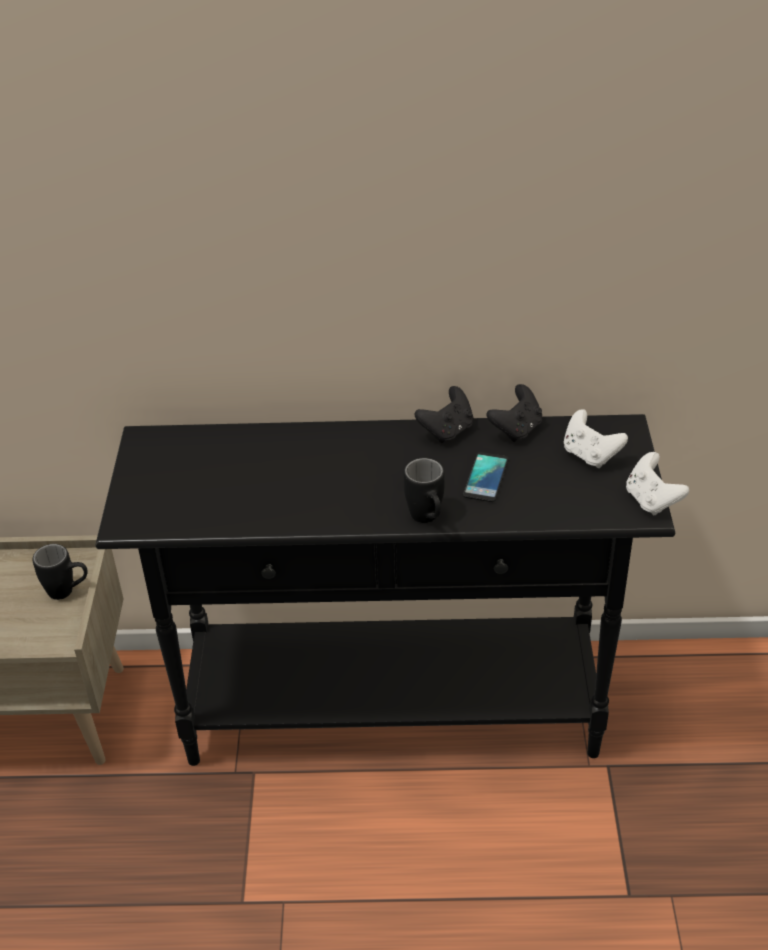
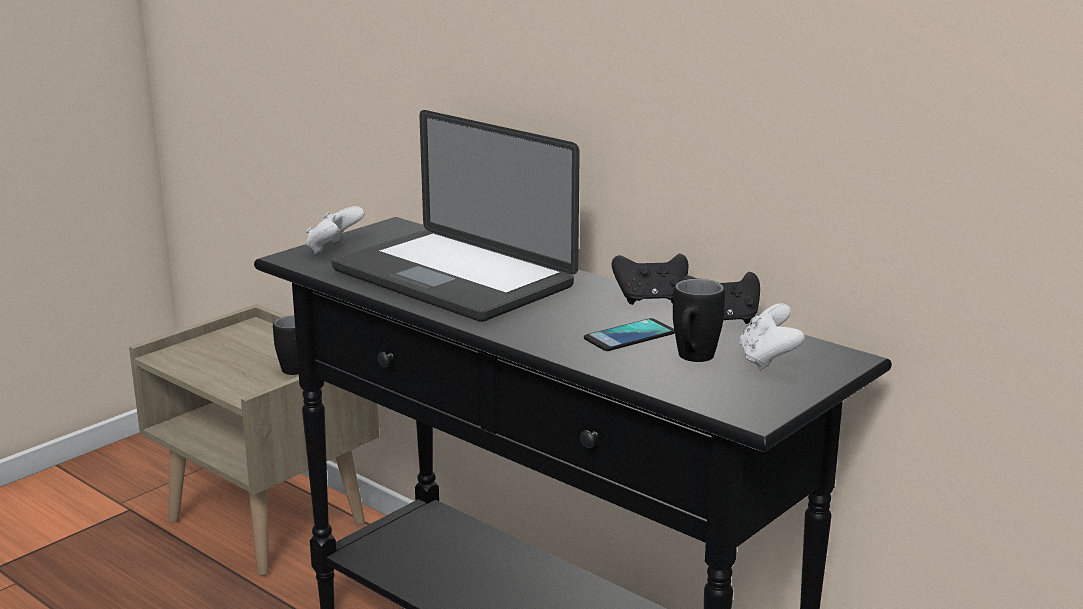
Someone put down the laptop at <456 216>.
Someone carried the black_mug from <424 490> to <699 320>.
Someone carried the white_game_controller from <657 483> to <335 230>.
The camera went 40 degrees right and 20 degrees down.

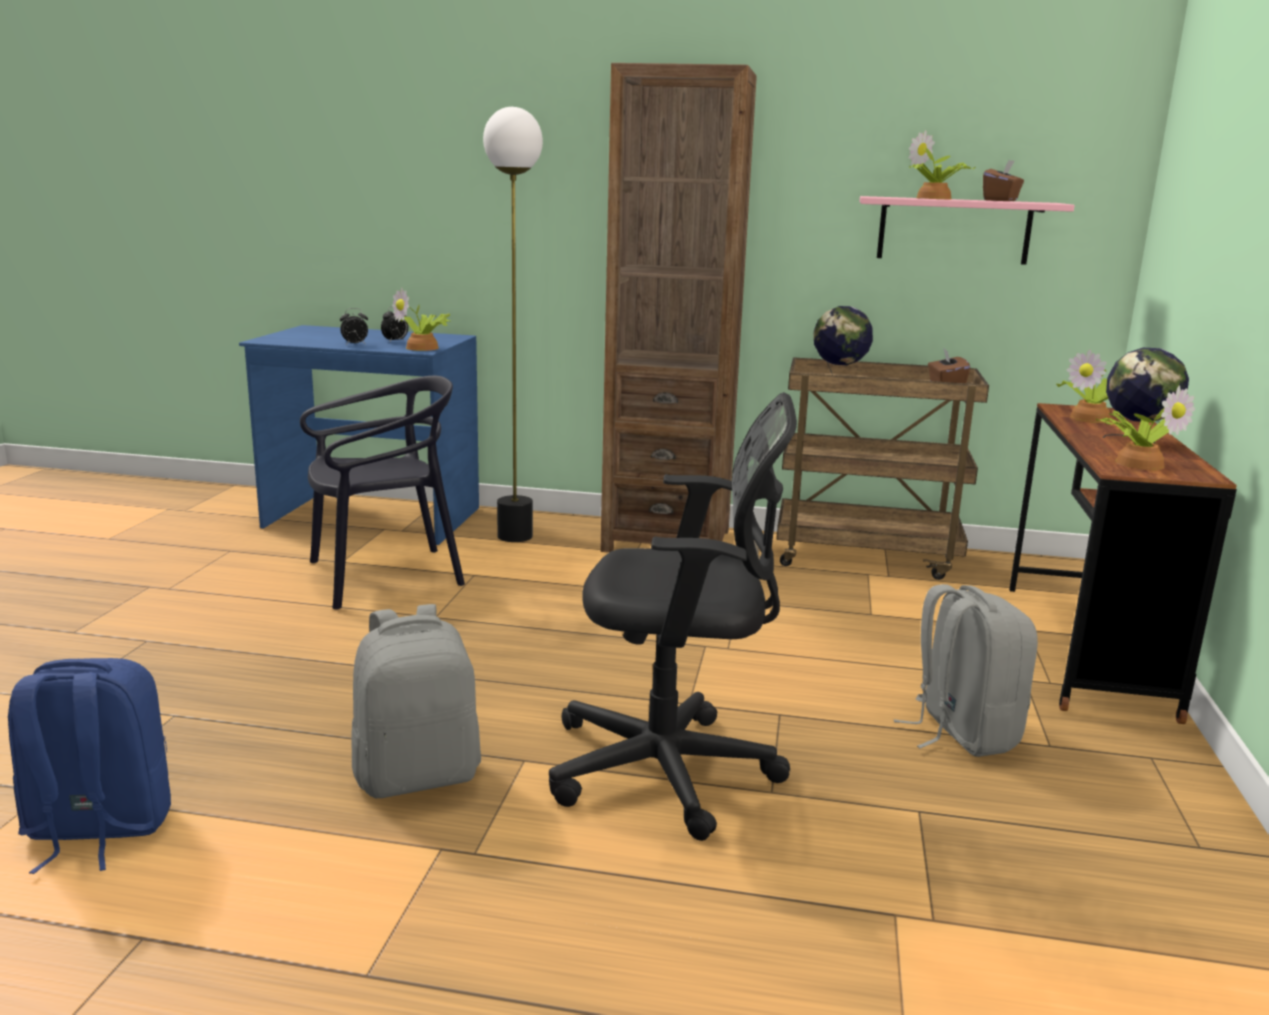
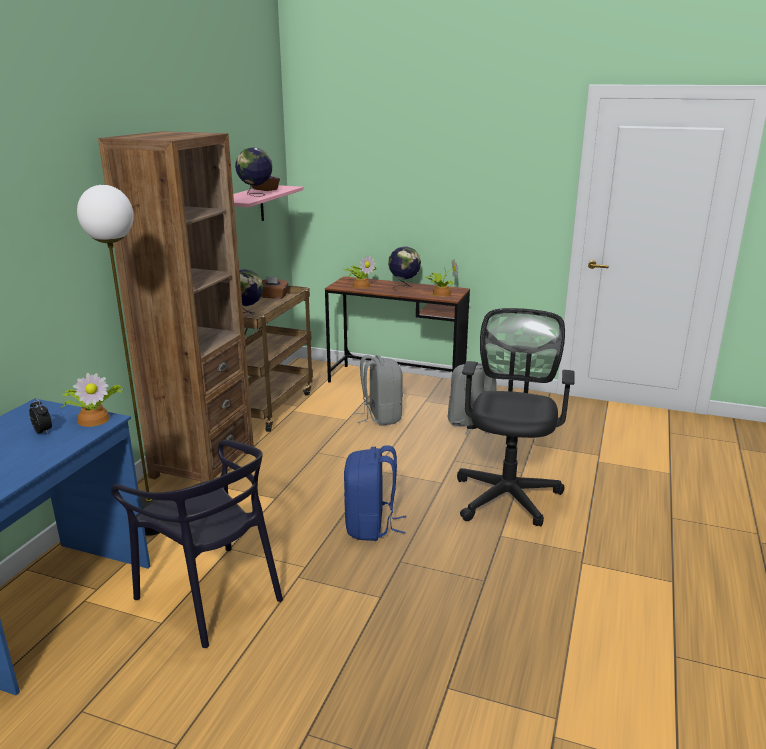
Someone took away the alarm_clock at <354 326>.
Someone carried the blue_backpack from <89 766> to <375 493>.
Someone carried the grey_backpack from <416 701> to <378 390>.
Someone swapped the potted_plant at <941 164> for the globe at <253 172>.
Someone rotated the black_chair at <382 493> by 150 degrees clockwise.
The camera went 80 degrees left and 5 degrees up.

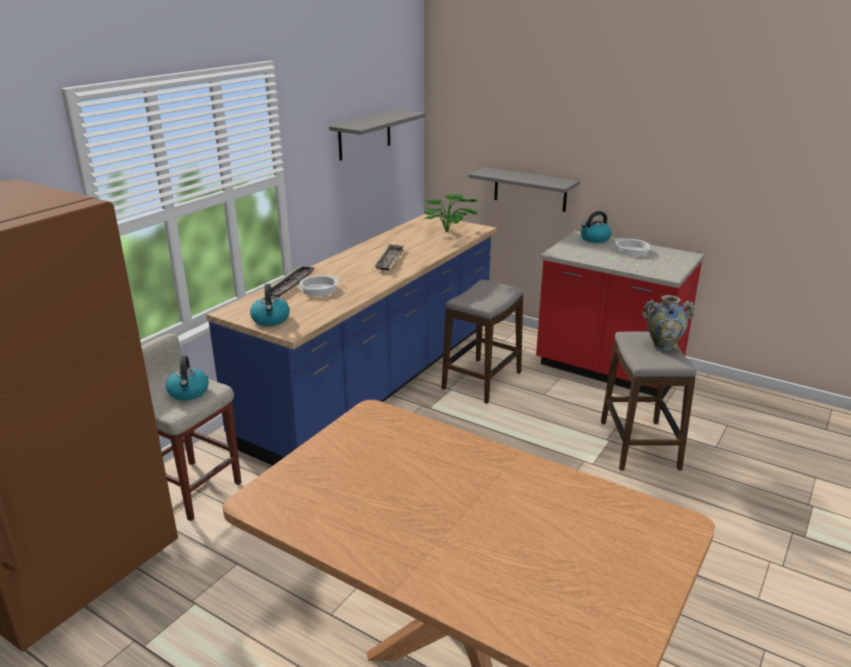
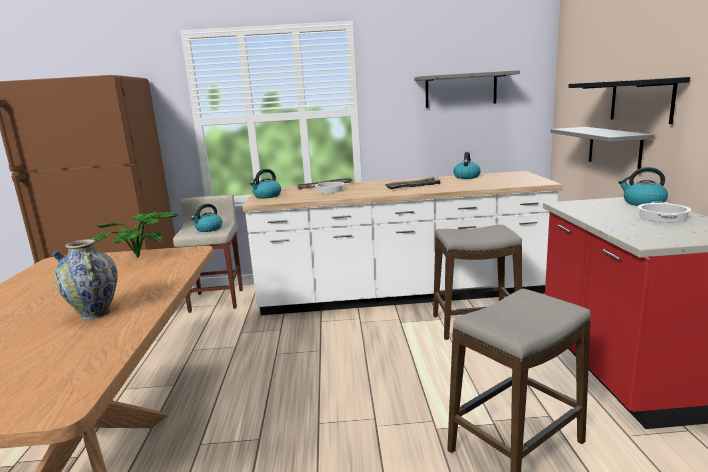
Someone put down the kettle at <467 165>.
Someone put up the black_shelf at <629 100>.
Someone carried the potted_plant from <451 213> to <135 235>.
Someone carried the vase from <668 323> to <85 280>.
Someone repainted the blue_counter at <352 340>, which became the white_counter at <402 243>.
The camera went 55 degrees right and 10 degrees down.

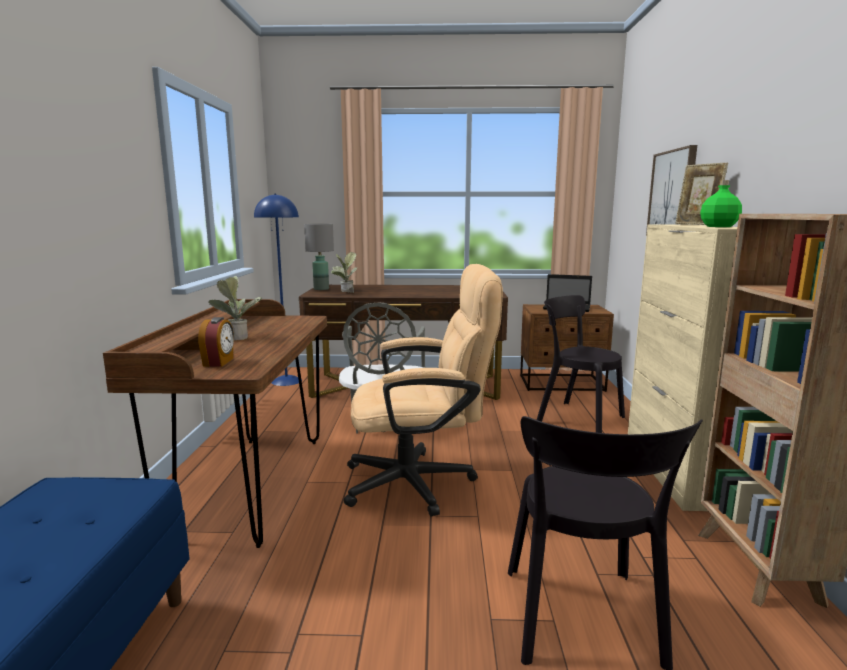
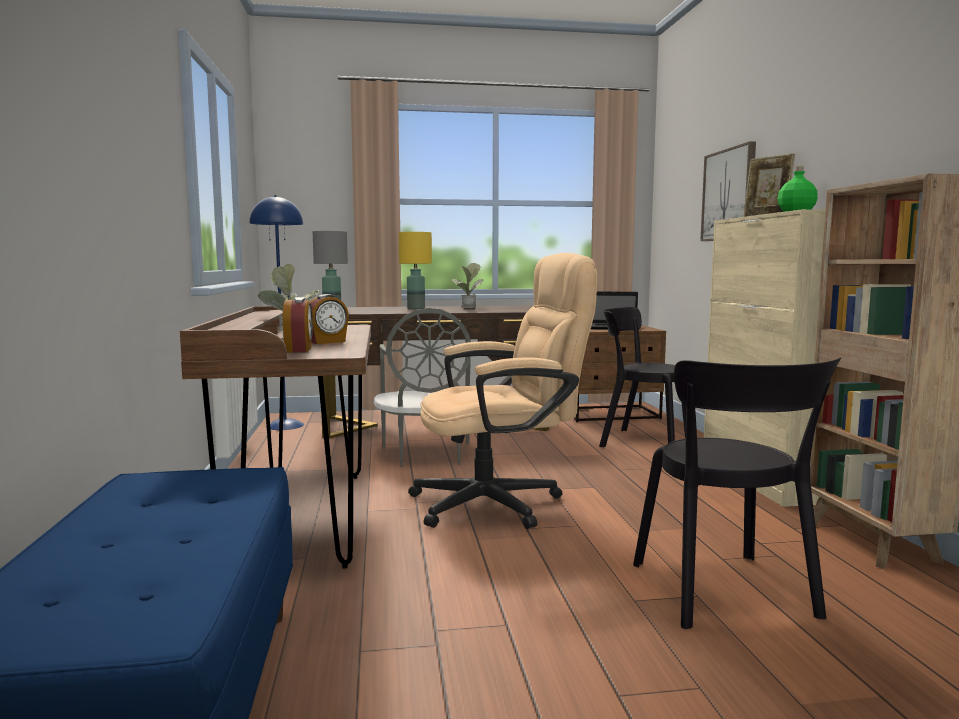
Someone put down the alarm_clock at <329 319>.
Someone put down the yellow_table_lamp at <415 270>.
Someone carried the potted_plant from <344 272> to <467 285>.
The camera went 10 degrees left and 5 degrees down.

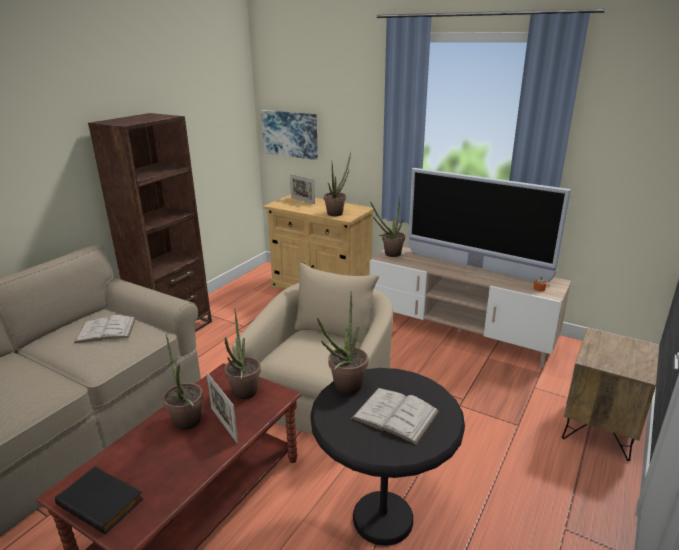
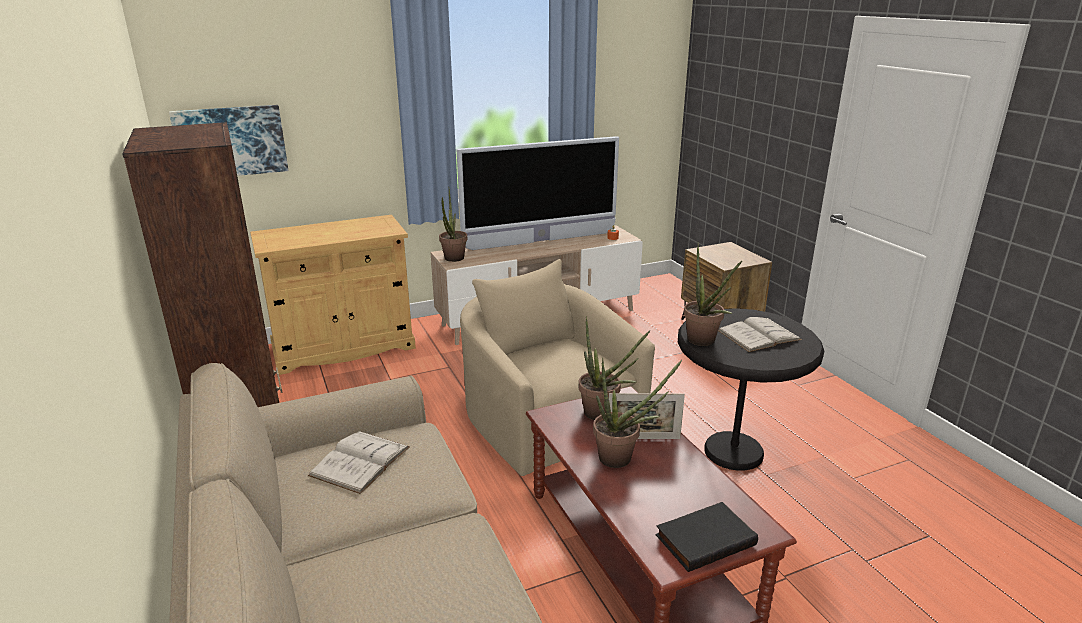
Someone took away the picture_frame at <302 189>.
Someone took away the potted_plant at <337 184>.
The camera went 55 degrees left and 0 degrees up.

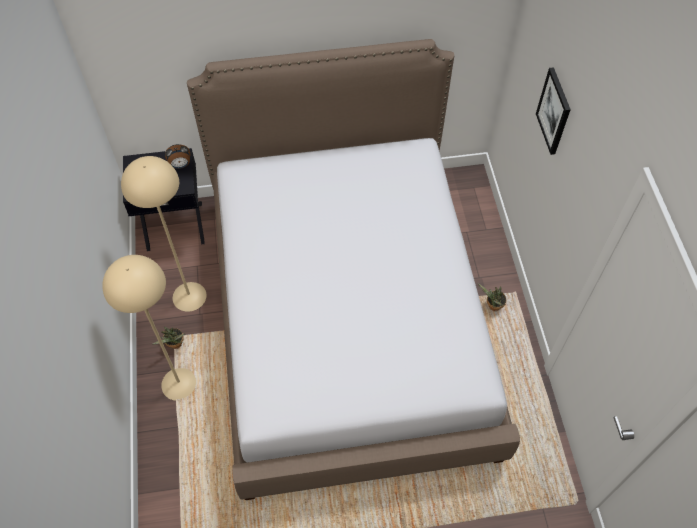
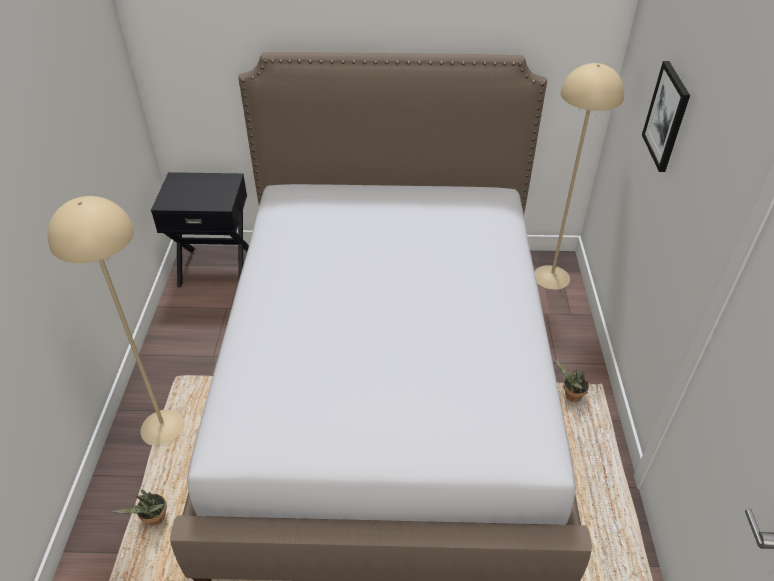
Someone took away the alarm_clock at <177 156>.
Someone carried the beige_floor_lamp from <164 234> to <579 176>.
Someone carried the potted_plant from <169 338> to <139 507>.
The camera went 10 degrees right and 15 degrees down.

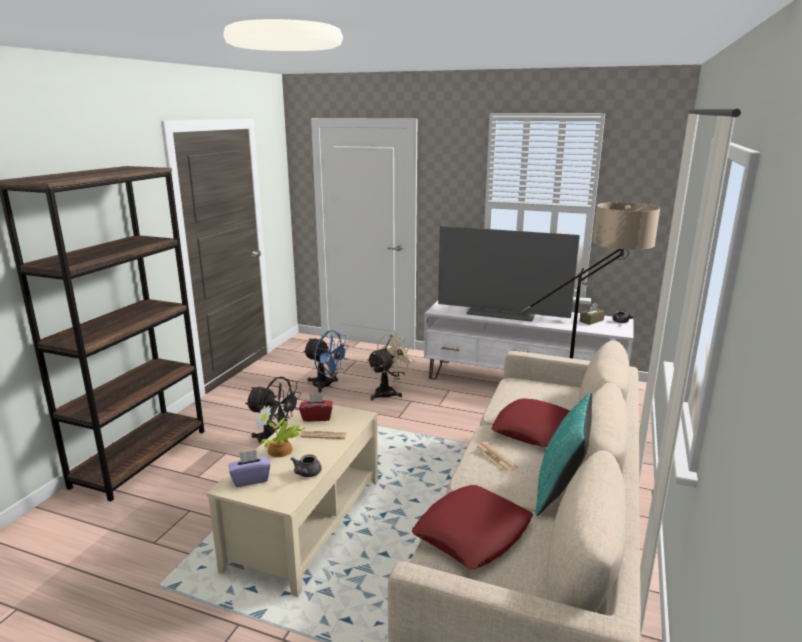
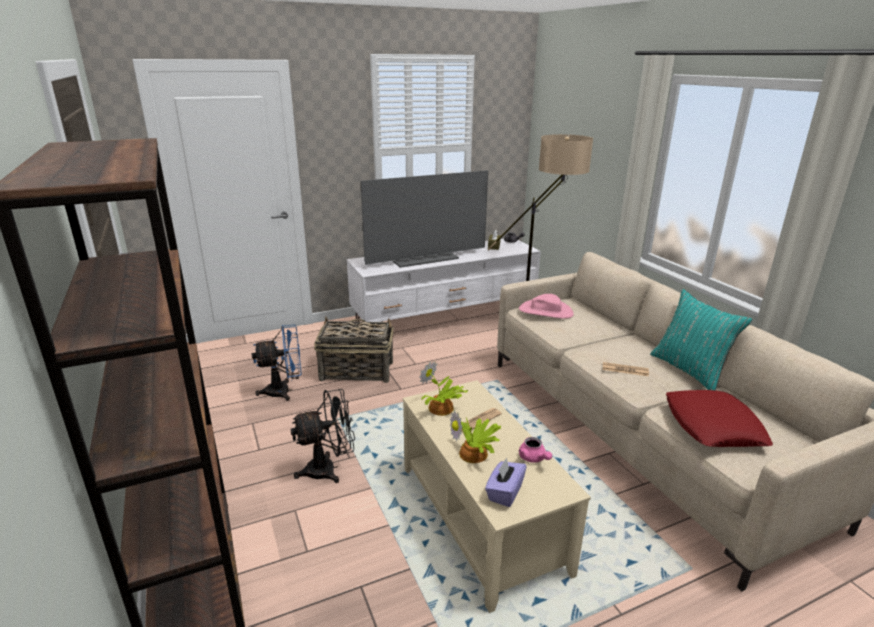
Someone took away the red_pillow at <531 423>.
Someone put down the pink_hat at <546 306>.
Someone swapped the red_tissue_box at <316 407> for the potted_plant at <443 388>.
Someone swapped the beige_fan at <391 366> for the basket at <354 349>.
Someone repainted the grey_teapot at <306 465>, which became the pink_teapot at <535 450>.
The camera went 45 degrees left and 5 degrees up.

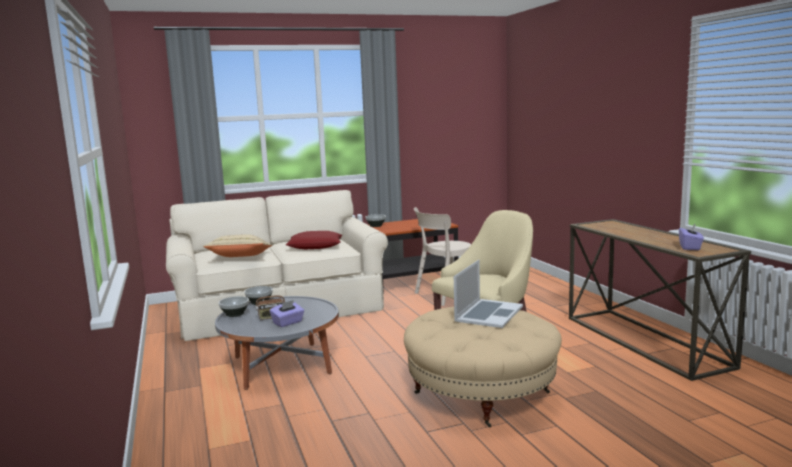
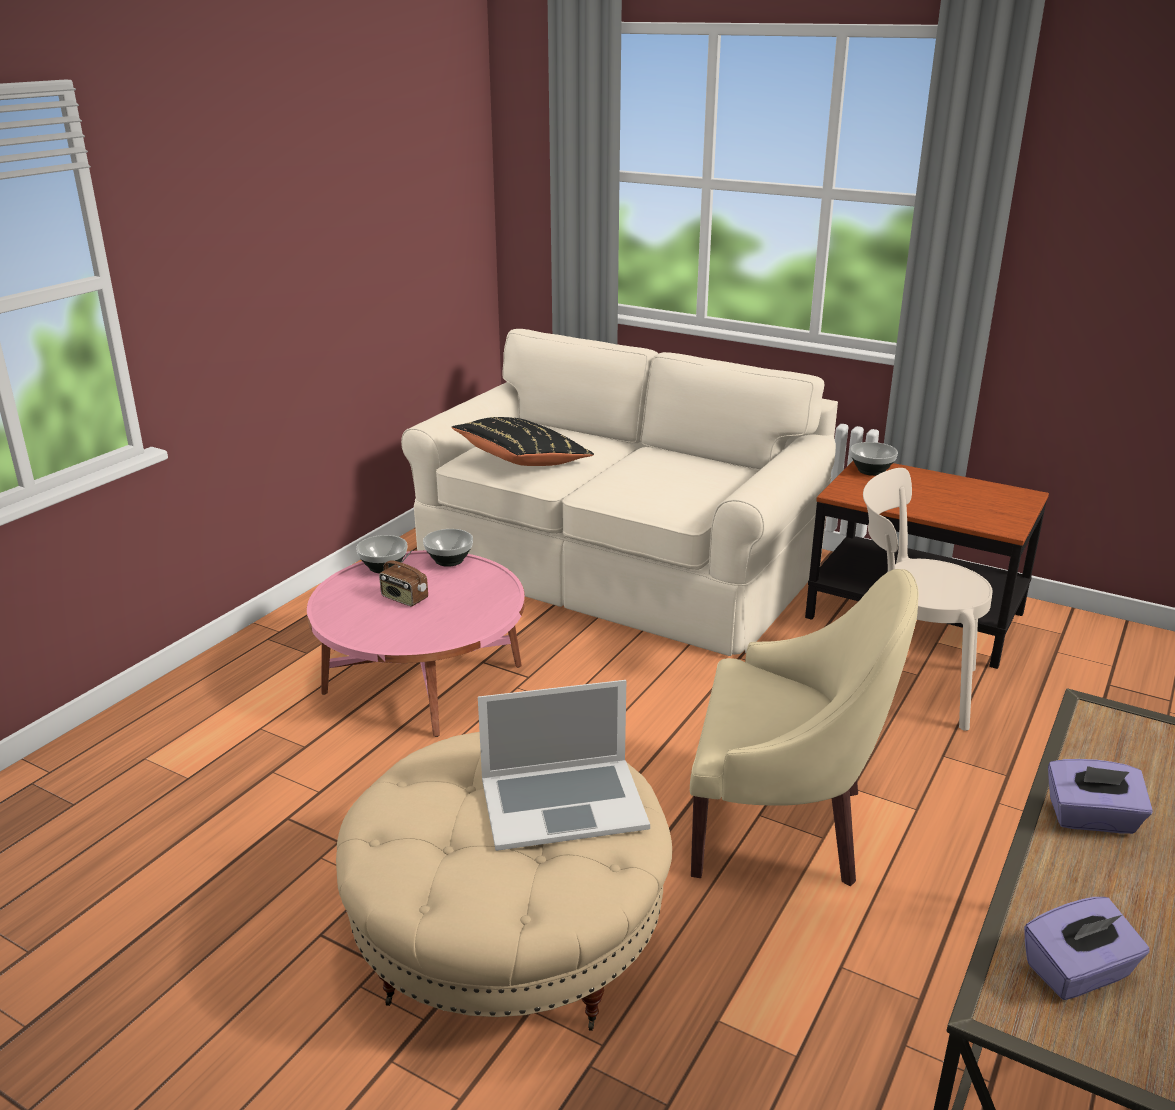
Someone took away the red_pillow at <314 240>.
Someone carried the purple_tissue_box from <287 313> to <1100 796>.
Someone repainted the beige_pillow at <237 245>, which became the black_pillow at <522 441>.
Someone repainted the grey_coffee_table at <277 343>, which became the pink_coffee_table at <416 643>.
The camera went 50 degrees right and 15 degrees up.

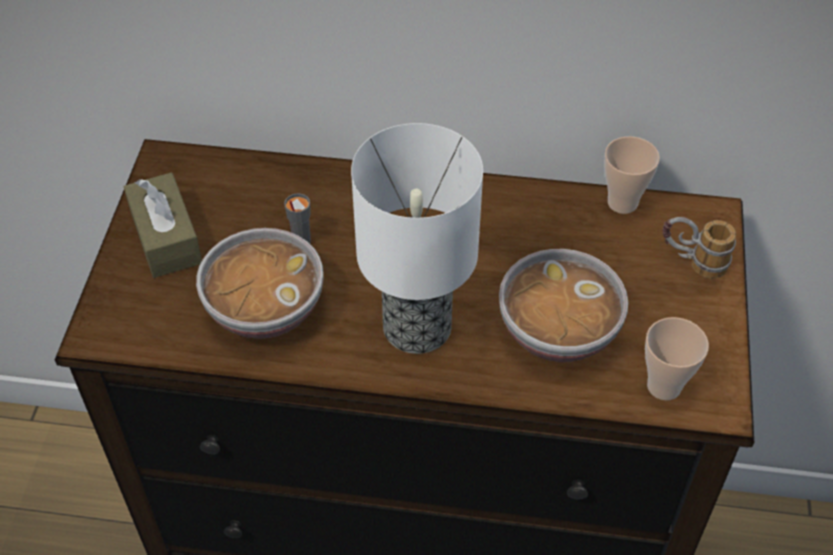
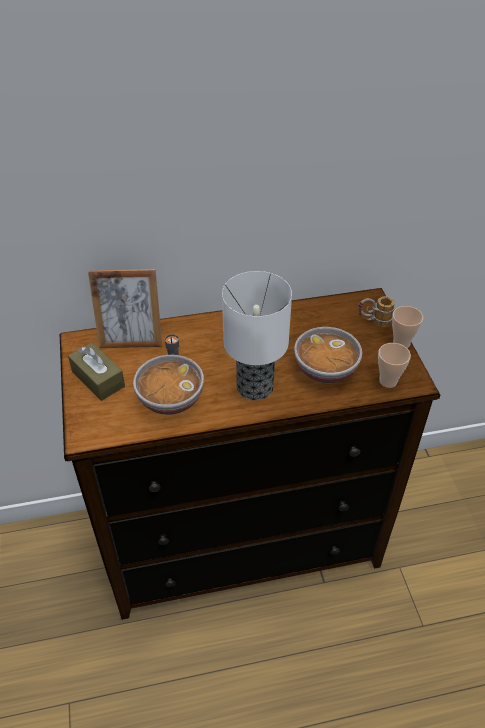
Someone put down the picture_frame at <125 308>.
Someone carried the cup from <632 175> to <407 327>.
The camera went 20 degrees left and 5 degrees down.

